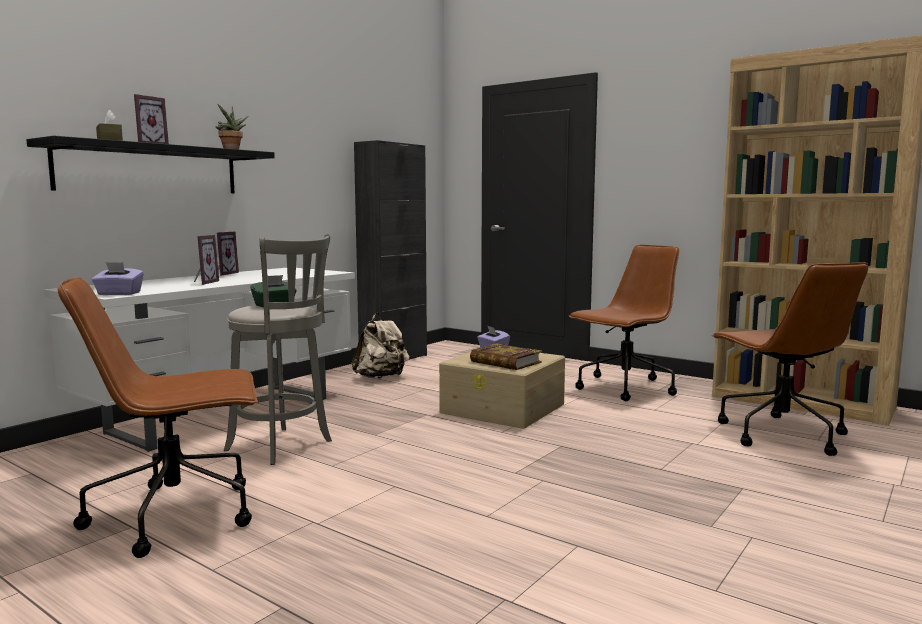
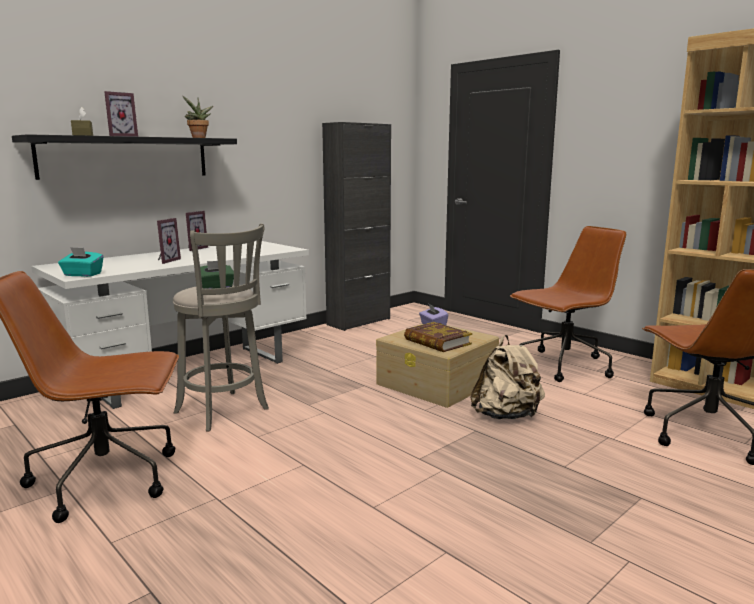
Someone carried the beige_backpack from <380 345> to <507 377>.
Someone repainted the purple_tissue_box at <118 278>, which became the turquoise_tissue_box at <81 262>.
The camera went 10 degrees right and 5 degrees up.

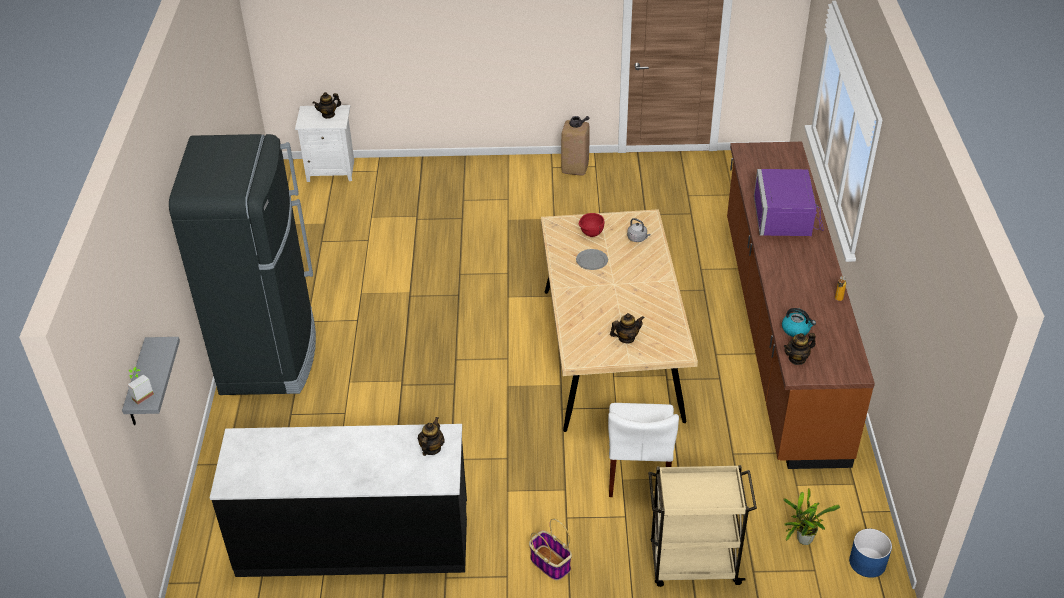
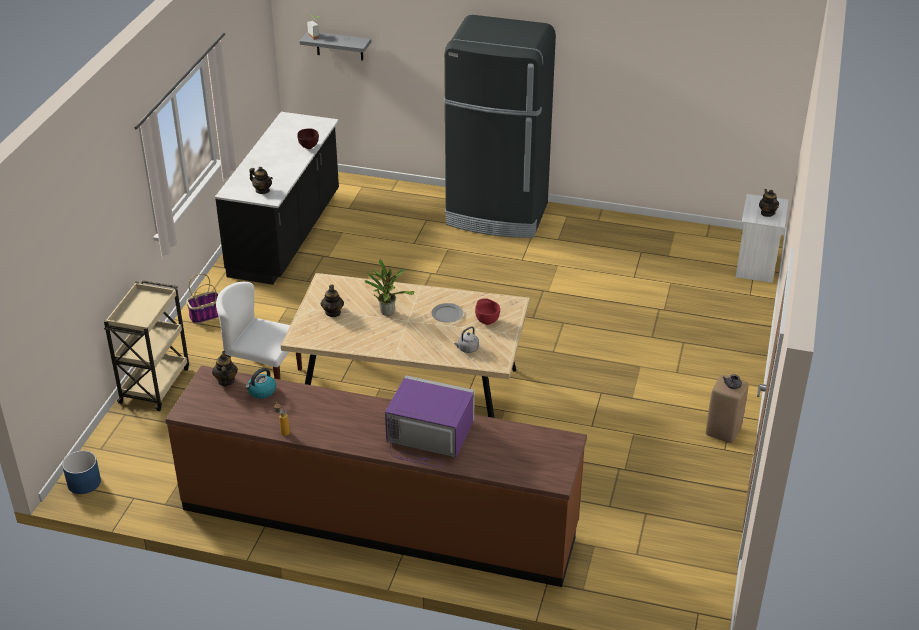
Someone put down the brown_bowl at <308 138>.
Someone carried the potted_plant from <811 516> to <389 287>.
The camera went 105 degrees right and 5 degrees down.

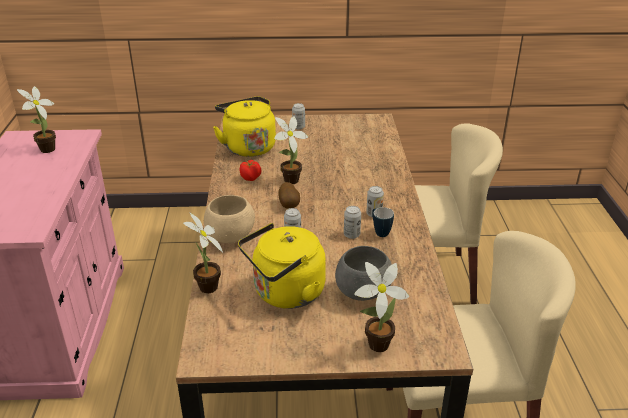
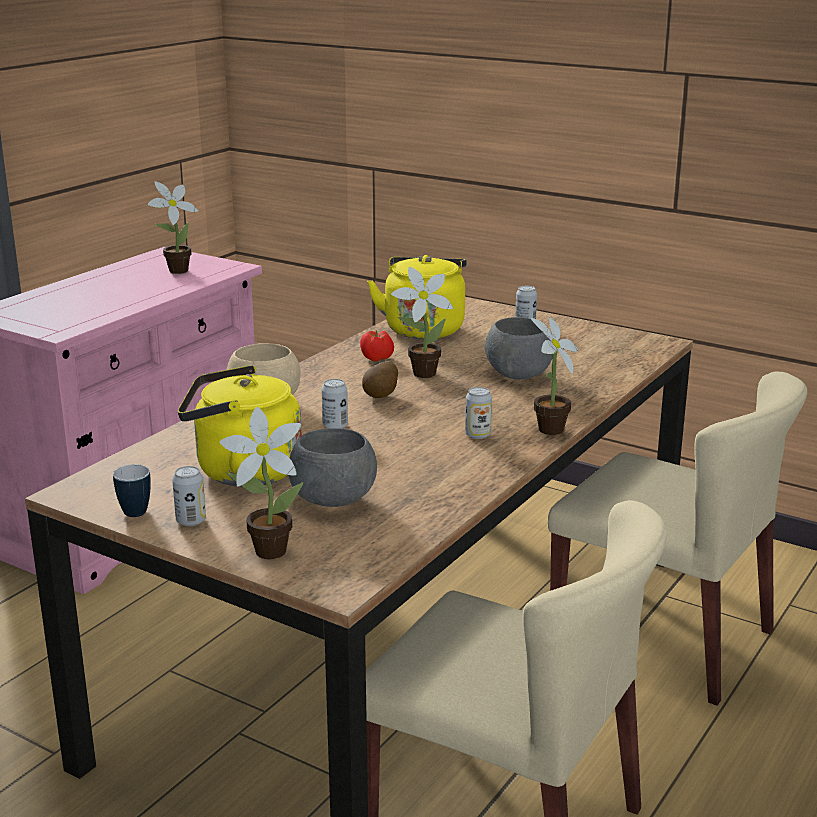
Someone put down the grey_bowl at <519 348>.
Someone carried the potted_plant from <203 252> to <554 375>.
Someone carried the can from <352 222> to <189 496>.
Someone carried the mug from <383 222> to <132 490>.
The camera went 35 degrees right and 10 degrees down.

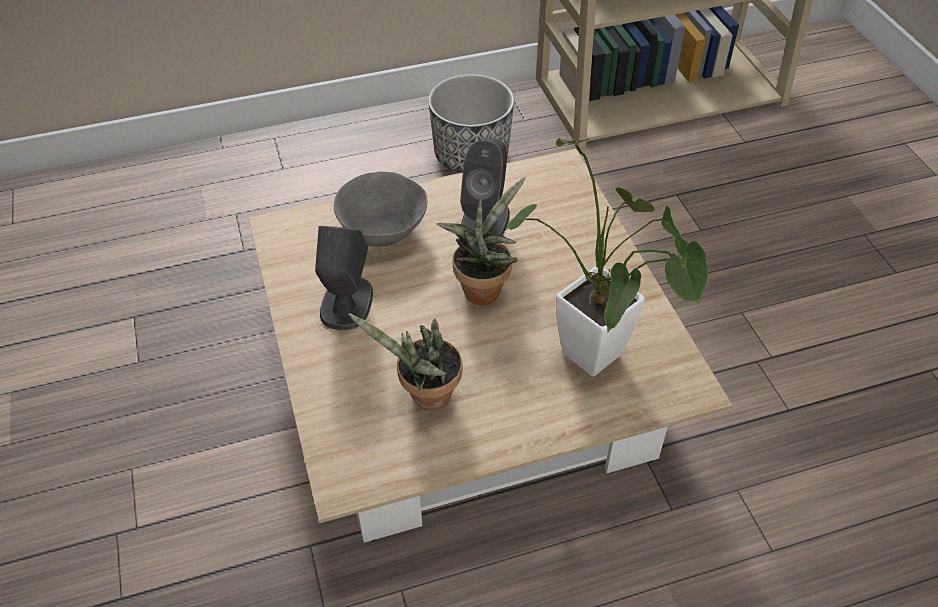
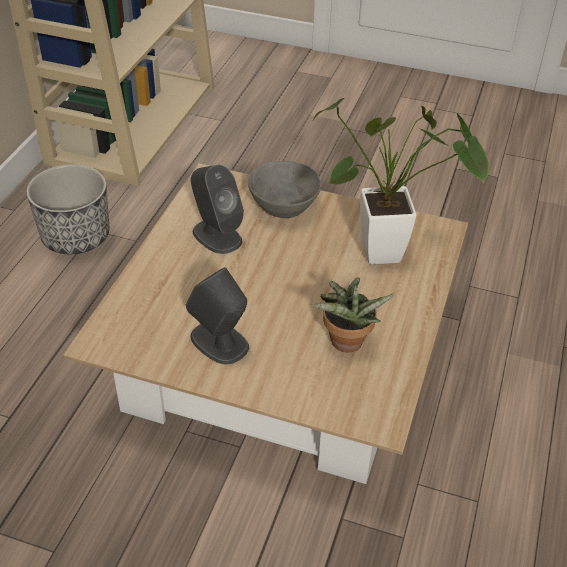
Someone took away the potted_plant at <481 241>.
Someone carried the grey_bowl from <380 209> to <284 189>.
The camera went 55 degrees left and 5 degrees down.

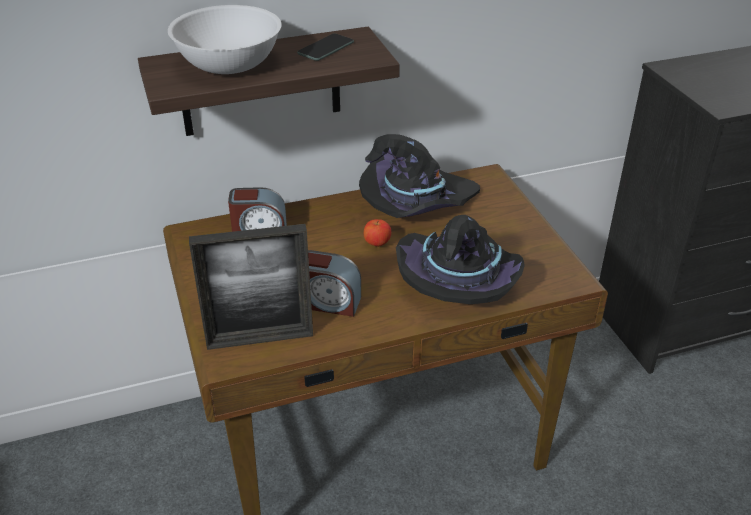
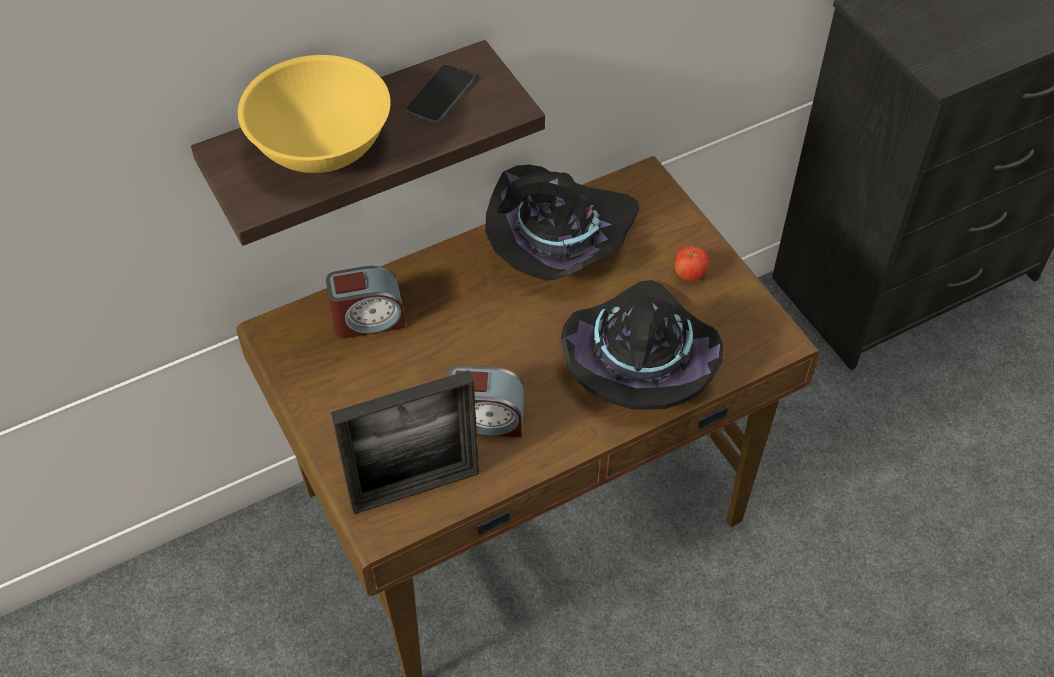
Someone carried the apple from <377 233> to <692 263>.
Someone repainted the white_bowl at <225 39>, which became the yellow_bowl at <314 114>.
The camera went 10 degrees left and 15 degrees up.

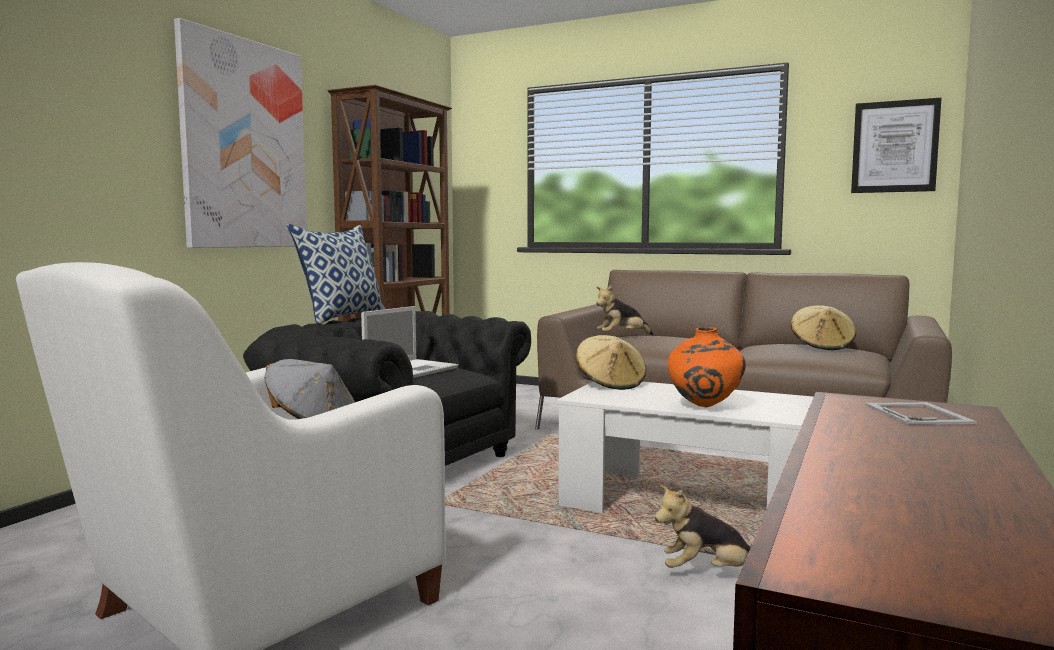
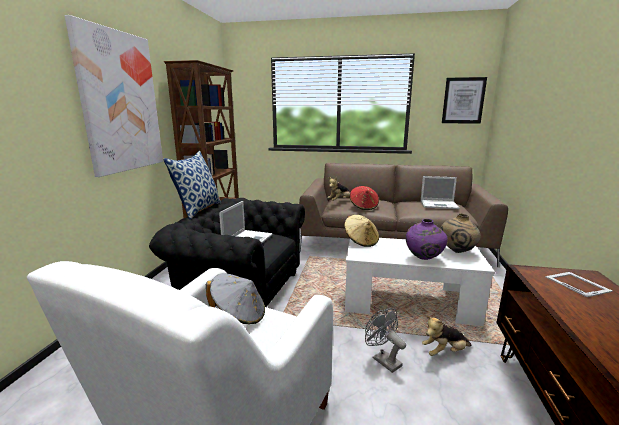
Someone put down the red_hat at <364 198>.
Someone put down the grey_fan at <385 340>.
Someone put down the beige_vase at <460 233>.
Someone swapped the beige_hat at <823 327> for the laptop at <440 192>.
Someone repainted the orange_vase at <707 367>, which became the purple_vase at <427 239>.
The camera went 15 degrees left and 10 degrees up.

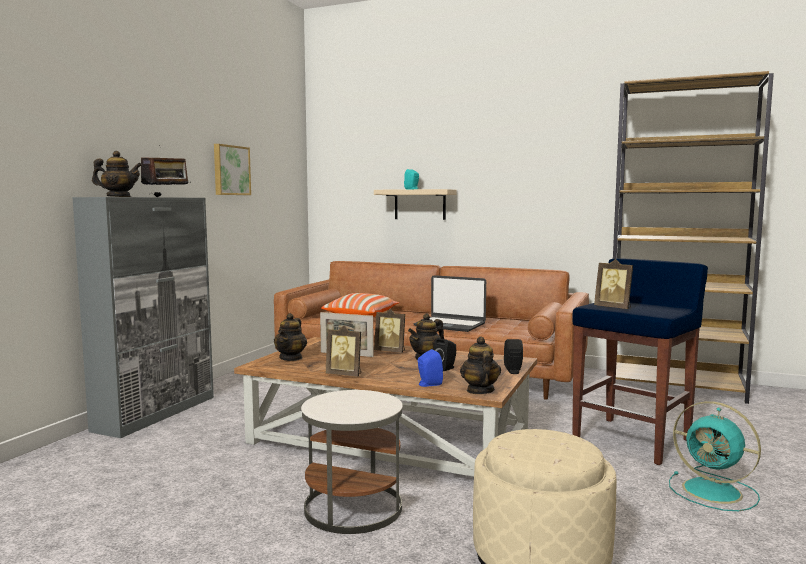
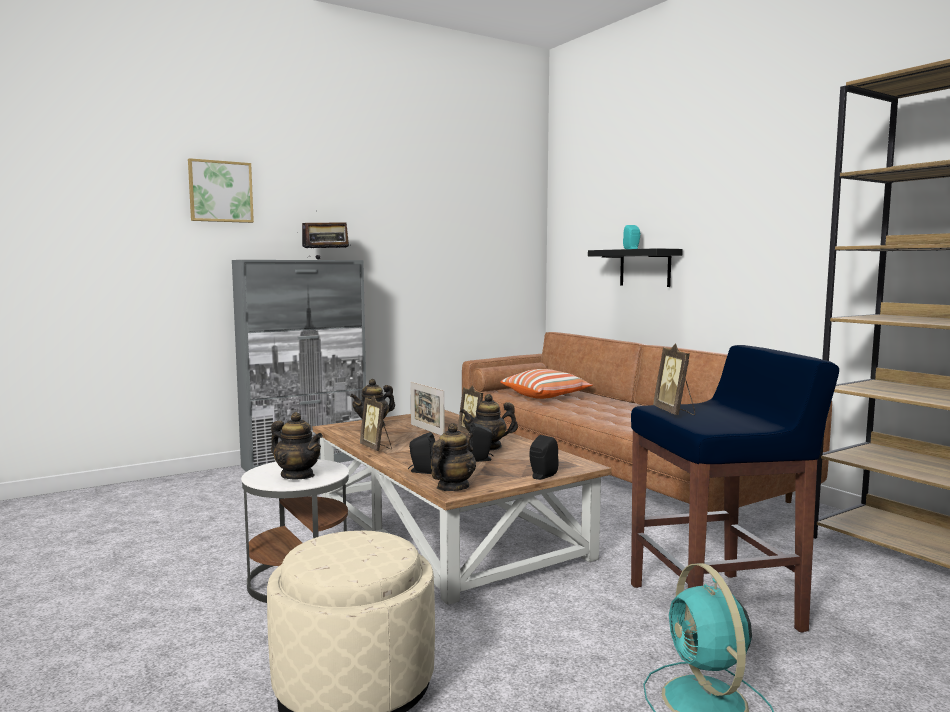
Someone took away the laptop at <450 303>.
Someone carried the teapot from <117 174> to <297 445>.
Someone carried the picture from <232 169> to <221 190>.
Someone repainted the beige_shelf at <415 204>, which became the black_shelf at <635 267>.
Someone repainted the blue_speaker at <430 368>, which became the black_speaker at <421 453>.
The camera went 35 degrees right and 0 degrees up.

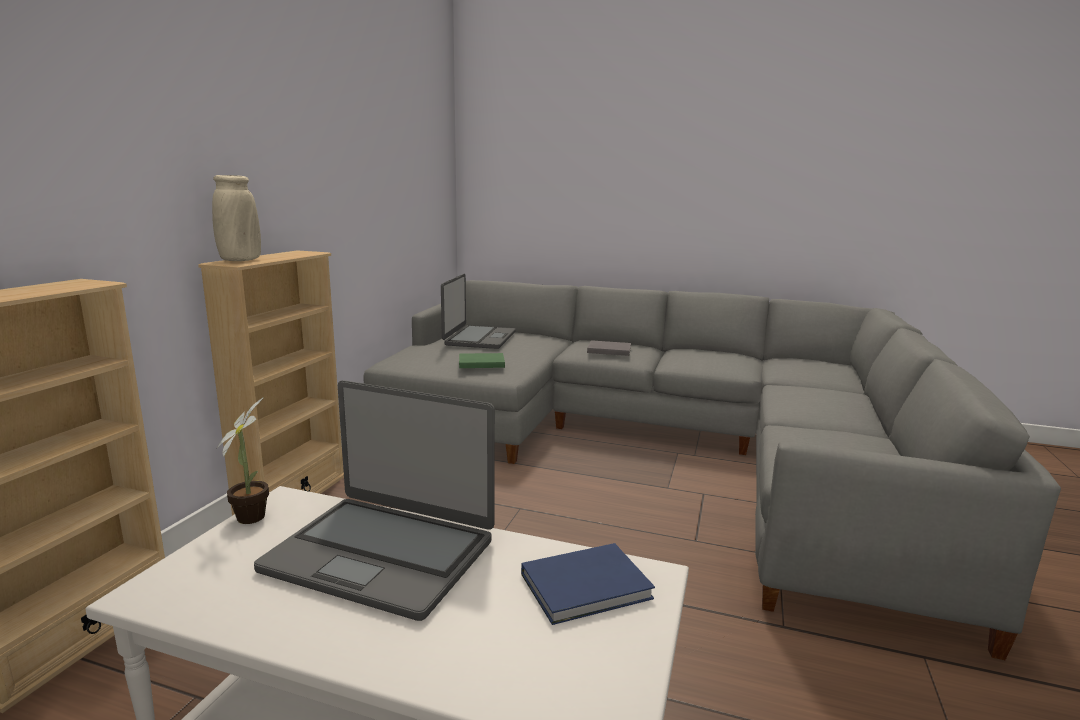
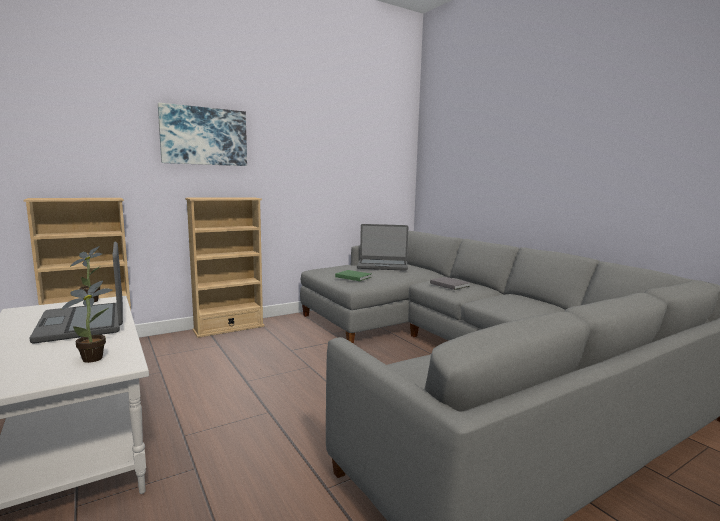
Someone took away the beige_vase at <236 218>.
Someone put up the picture at <202 134>.
Someone swapped the blue_book at <588 584> for the potted_plant at <87 321>.
Someone rotated the laptop at <478 311> by 45 degrees clockwise.
The camera went 40 degrees right and 5 degrees down.

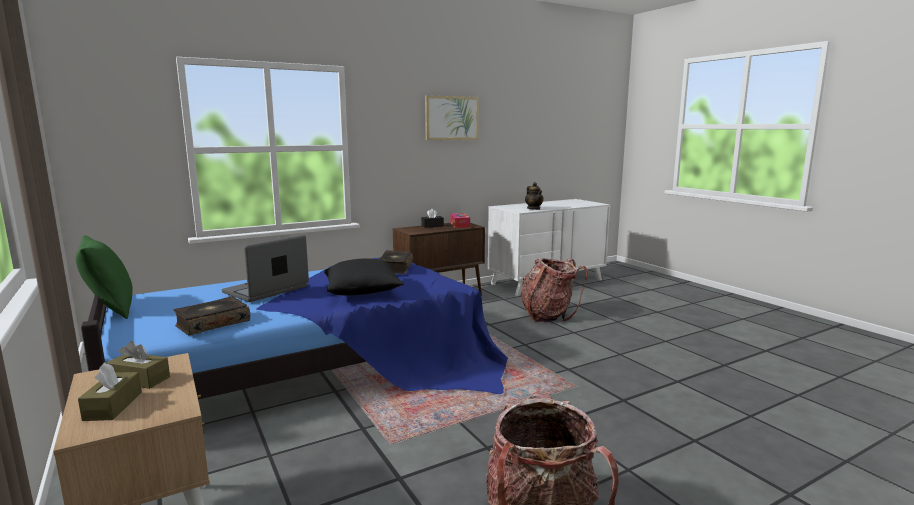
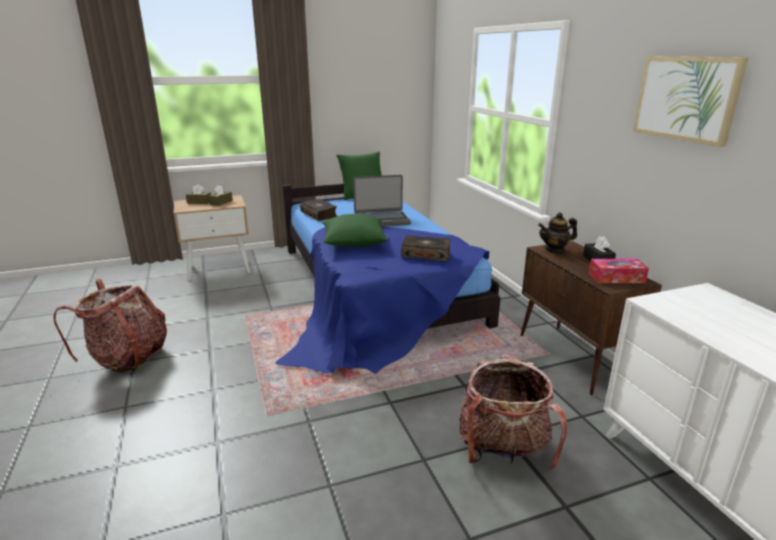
Someone carried the teapot from <534 196> to <557 233>.
Someone repainted the black_pillow at <364 277>, which became the green_pillow at <355 230>.
Someone rotated the laptop at <265 268> by 120 degrees clockwise.
The camera went 100 degrees right and 10 degrees up.

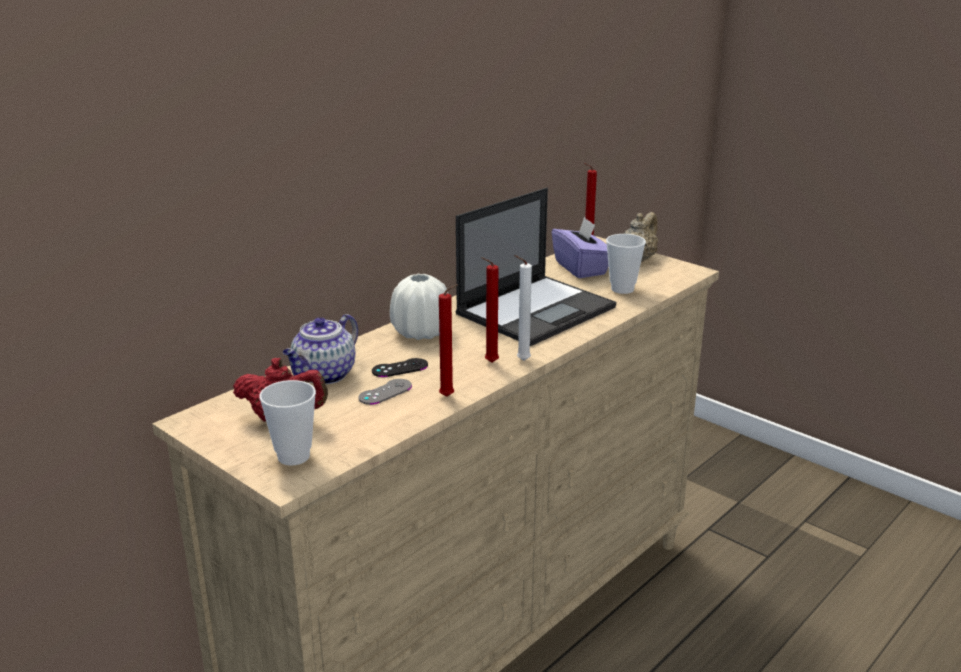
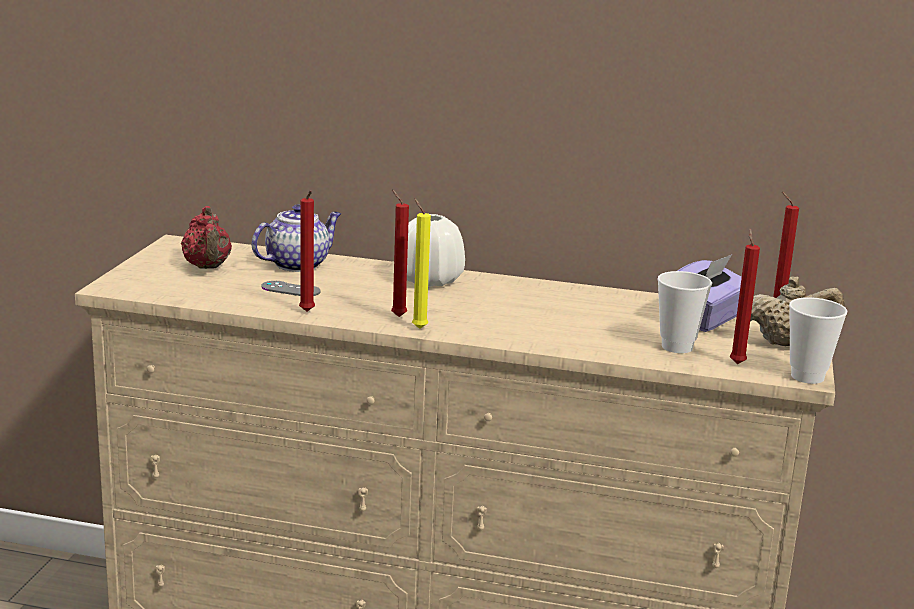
Someone took away the black_game_controller at <400 367>.
Someone took away the laptop at <536 267>.
Someone put down the red_candle at <745 296>.
Someone carried the cup from <287 423> to <818 340>.
Someone repainted the white_candle at <523 308>, which became the yellow_candle at <421 263>.
Someone rotated the teapot at <320 349> by 135 degrees clockwise.
The camera went 60 degrees right and 5 degrees down.

